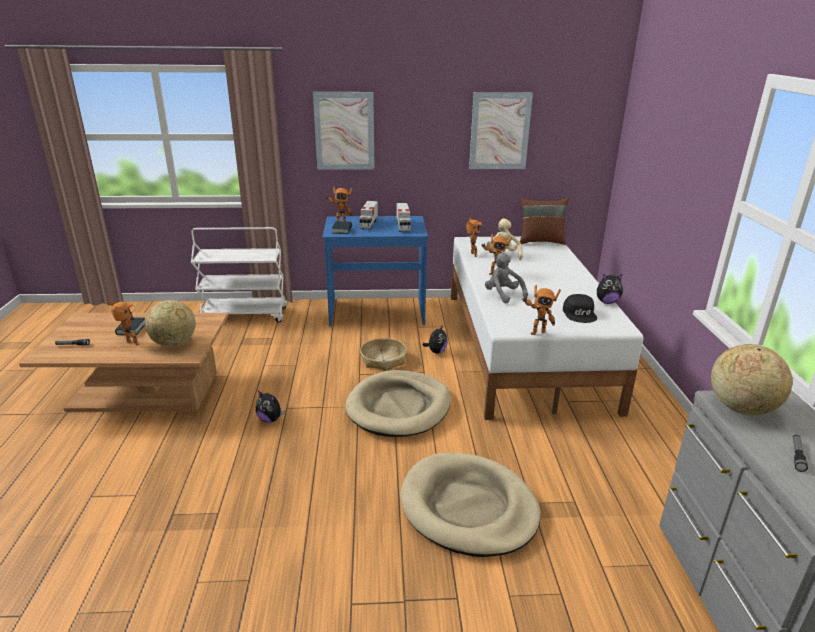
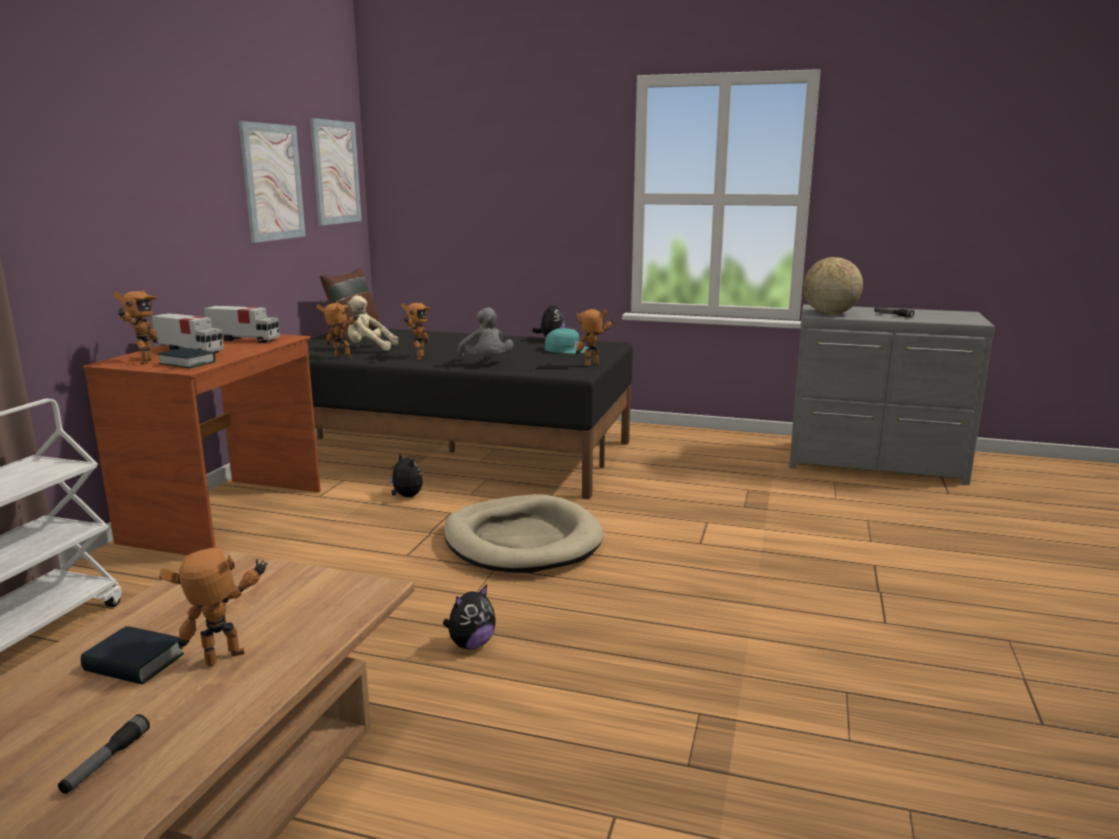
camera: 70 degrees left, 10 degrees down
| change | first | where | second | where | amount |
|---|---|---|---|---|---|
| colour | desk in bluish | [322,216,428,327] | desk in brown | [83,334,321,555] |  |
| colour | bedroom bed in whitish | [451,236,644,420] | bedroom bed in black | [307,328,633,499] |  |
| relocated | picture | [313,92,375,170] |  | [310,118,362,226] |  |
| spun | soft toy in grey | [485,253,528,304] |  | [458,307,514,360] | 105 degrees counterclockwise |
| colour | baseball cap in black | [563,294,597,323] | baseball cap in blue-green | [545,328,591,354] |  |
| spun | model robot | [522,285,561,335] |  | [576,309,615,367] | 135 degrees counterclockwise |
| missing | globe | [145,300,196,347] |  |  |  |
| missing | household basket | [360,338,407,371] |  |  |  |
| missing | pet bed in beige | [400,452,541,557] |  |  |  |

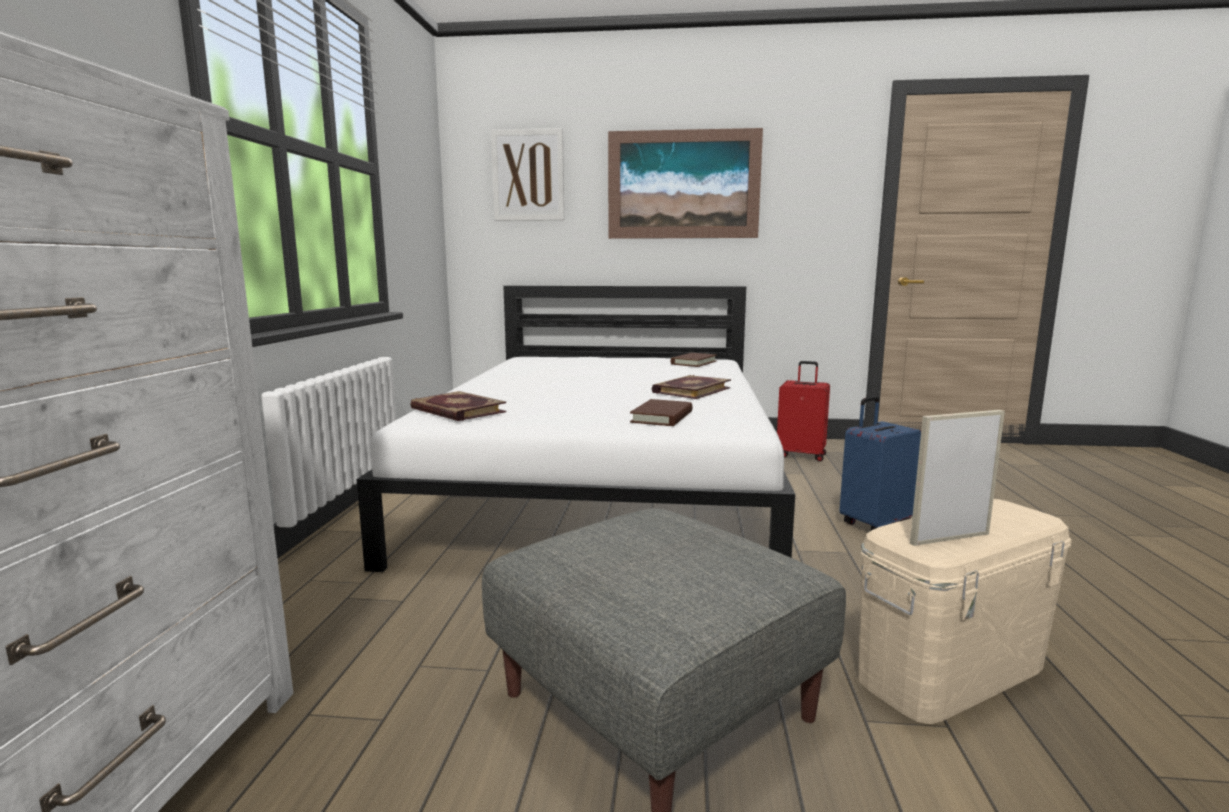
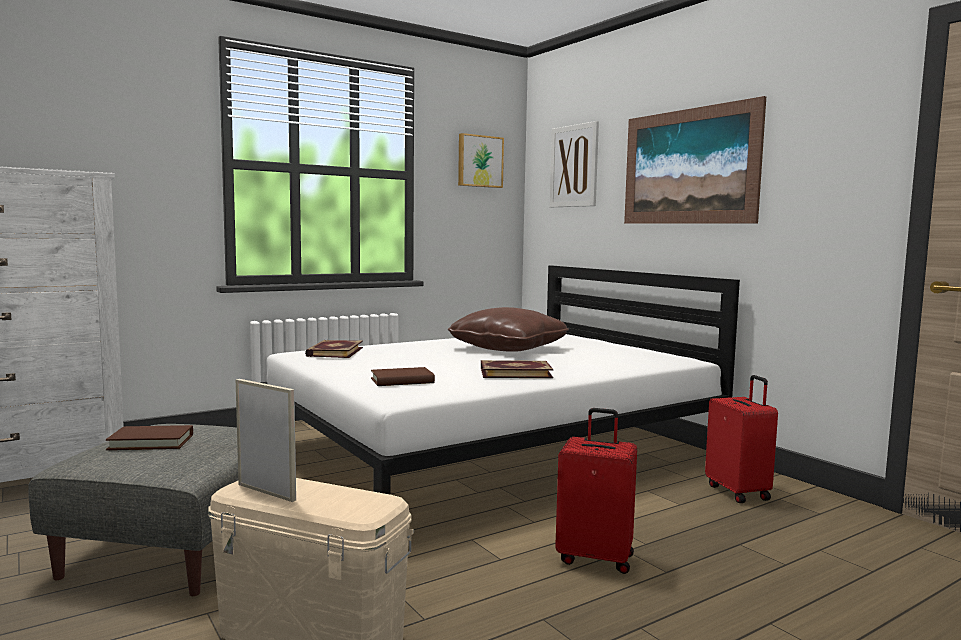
camera: 50 degrees right, 5 degrees down
| change | first | where | second | where | amount |
|---|---|---|---|---|---|
| relocated | bound book in brown | [671,353,717,367] |  | [106,425,193,450] |  |
| appeared |  |  | cushion in brown | [448,307,569,352] |  |
| appeared |  |  | picture | [458,133,504,188] |  |
| colour | piece of luggage in bluish | [839,396,921,531] | piece of luggage in red-coloured | [555,408,637,574] |  |

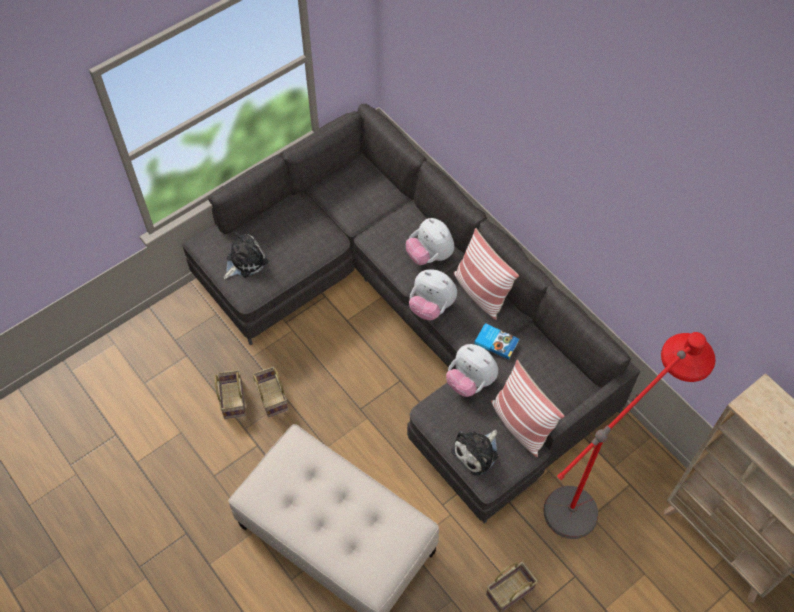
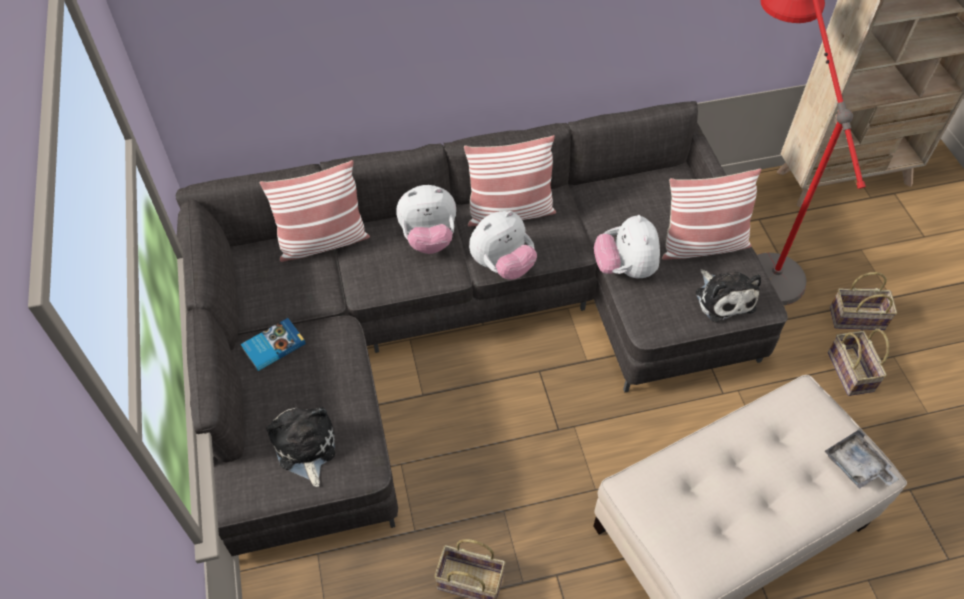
camera: 65 degrees left, 5 degrees down
| change | first | where | second | where | amount |
|---|---|---|---|---|---|
| relocated | bound book | [474,323,519,360] |  | [240,318,306,371] |  |
| appeared |  |  | cushion | [260,160,370,262] |  |
| spun | soft toy | [446,344,498,397] |  | [594,215,660,278] | 105 degrees clockwise |
| appeared |  |  | serving tray in grey | [825,429,899,489] |  |
| relocated | household basket | [252,367,288,417] |  | [830,272,897,330] |  |

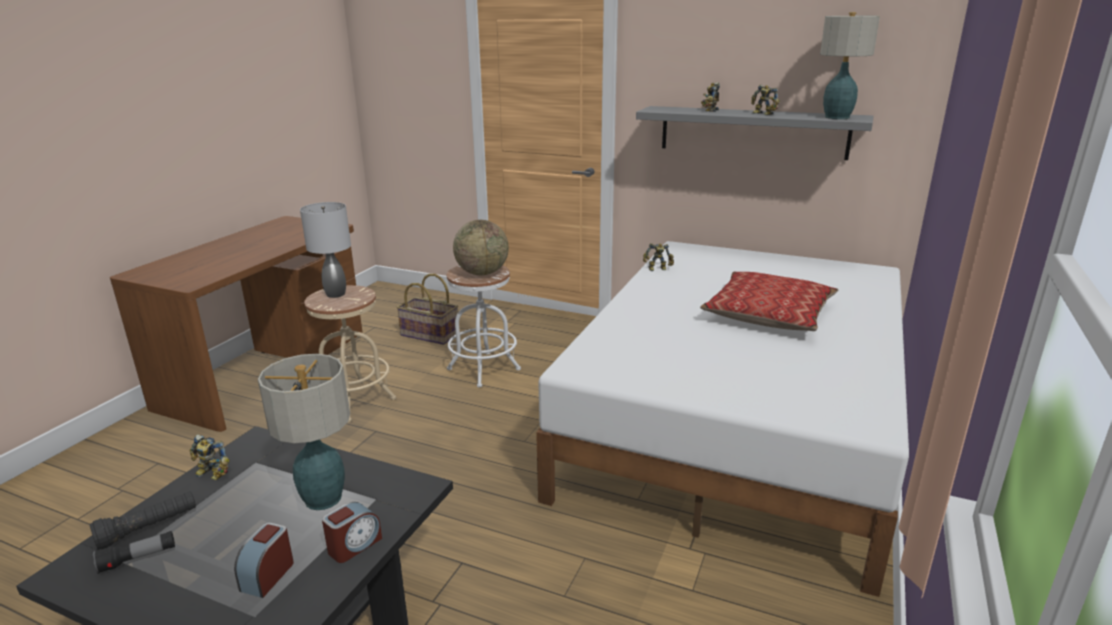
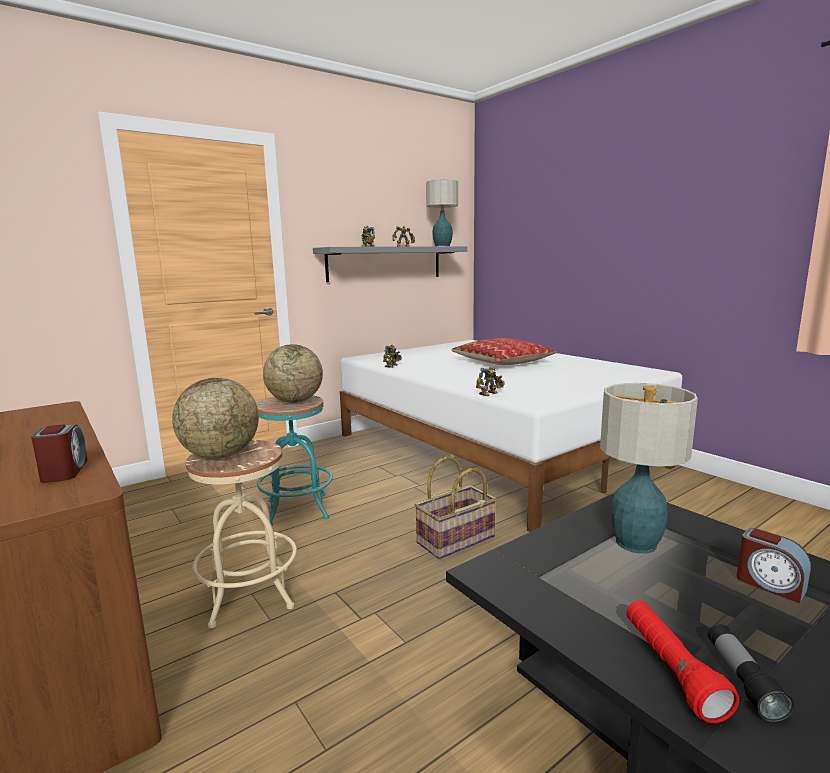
camera: 60 degrees left, 10 degrees down
| change | first | where | second | where | amount |
|---|---|---|---|---|---|
| relocated | bedside clock | [322,502,382,563] |  | [31,424,88,483] |  |
| exchanged | tabletop lamp in grey | [300,202,351,298] | globe | [172,378,259,459] |  |
| colour | stool seat in whitish | [447,265,521,387] | stool seat in blue-green | [256,395,333,526] |  |
| relocated | household basket | [396,274,458,345] |  | [415,456,497,559] |  |
| relocated | model robot | [190,434,230,480] |  | [476,366,505,396] |  |
| colour | torch in black | [90,491,196,550] | torch in red-coloured | [626,600,739,723] |  |

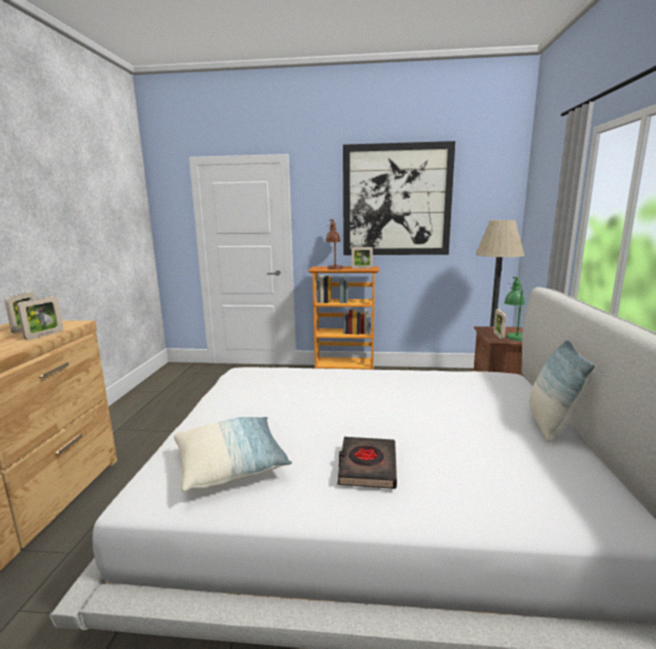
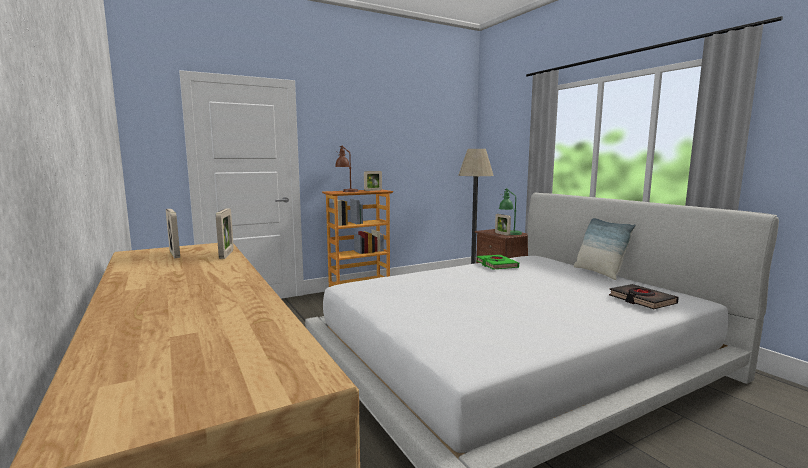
camera: 35 degrees left, 5 degrees down
| change | first | where | second | where | amount |
|---|---|---|---|---|---|
| appeared |  |  | bound book in green | [477,255,519,269] |  |
| relocated | bound book in black | [337,437,397,489] |  | [609,284,679,309] |  |
| missing | cushion | [174,417,292,492] |  |  |  |
| missing | picture | [343,141,455,255] |  |  |  |

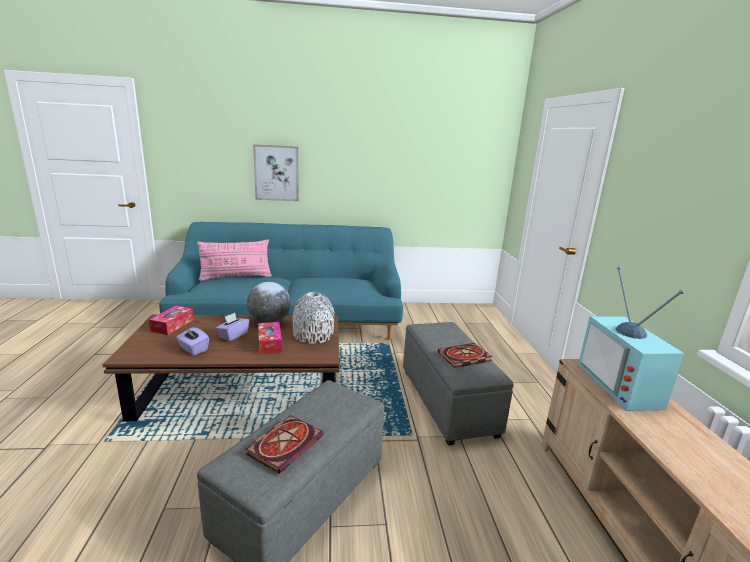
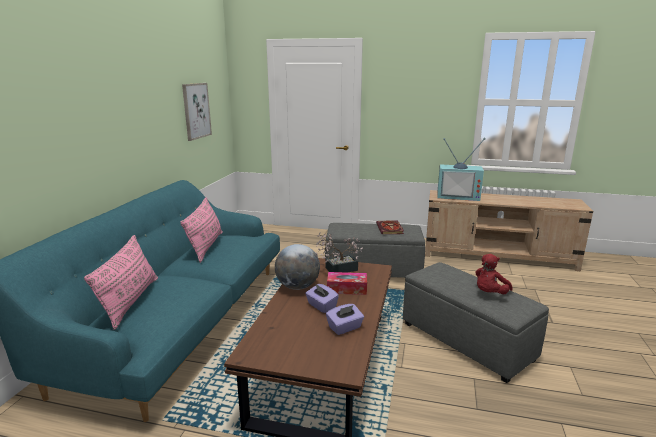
camera: 70 degrees left, 0 degrees up
| change | first | where | second | where | amount |
|---|---|---|---|---|---|
| appeared |  |  | cushion in pink-coloured | [180,197,223,263] |  |
| relocated | picture | [253,144,299,201] |  | [182,83,212,141] |  |
| exchanged | flower vase in grey | [292,292,335,344] | potted plant | [316,232,363,273] |  |
| exchanged | bound book | [246,415,324,474] | soft toy in red-coloured | [475,254,513,294] |  |
| missing | box of tissues | [149,305,194,335] |  |  |  |

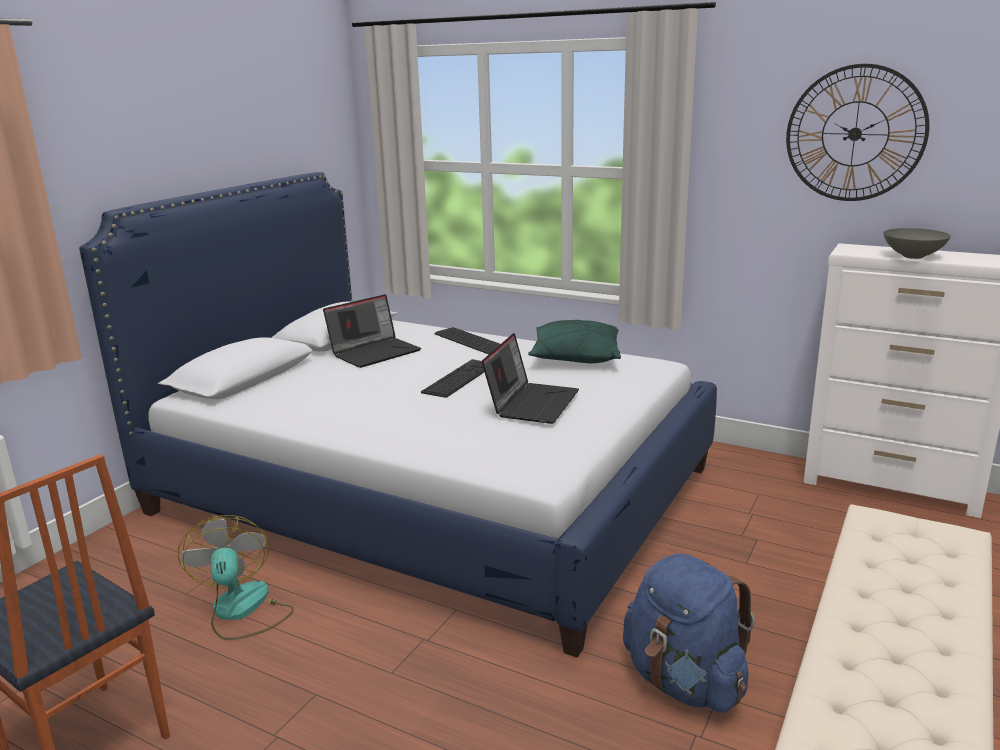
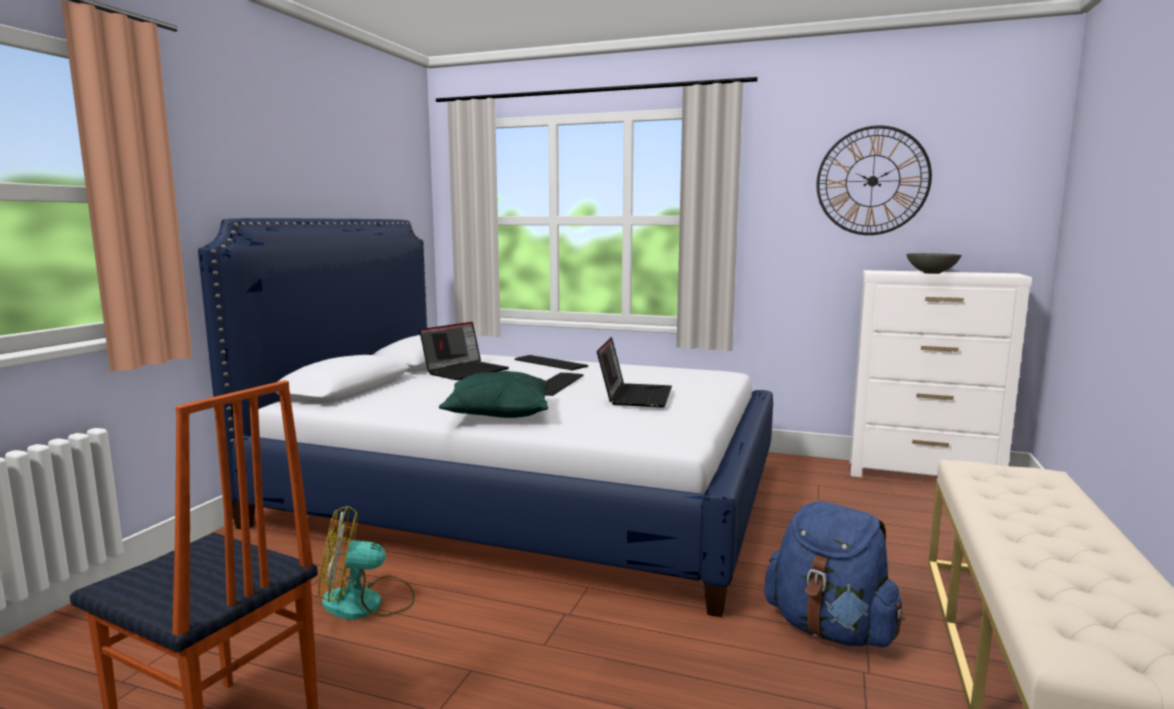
camera: 10 degrees left, 10 degrees down
| change | first | where | second | where | amount |
|---|---|---|---|---|---|
| spun | fan | [178,515,294,640] |  | [318,506,415,620] | 75 degrees counterclockwise |
| relocated | cushion in green | [528,320,621,363] |  | [439,371,548,418] |  |

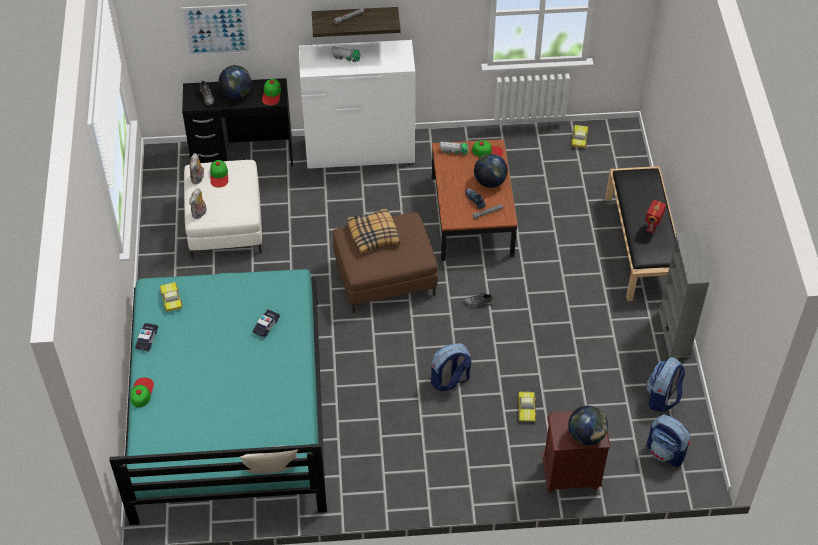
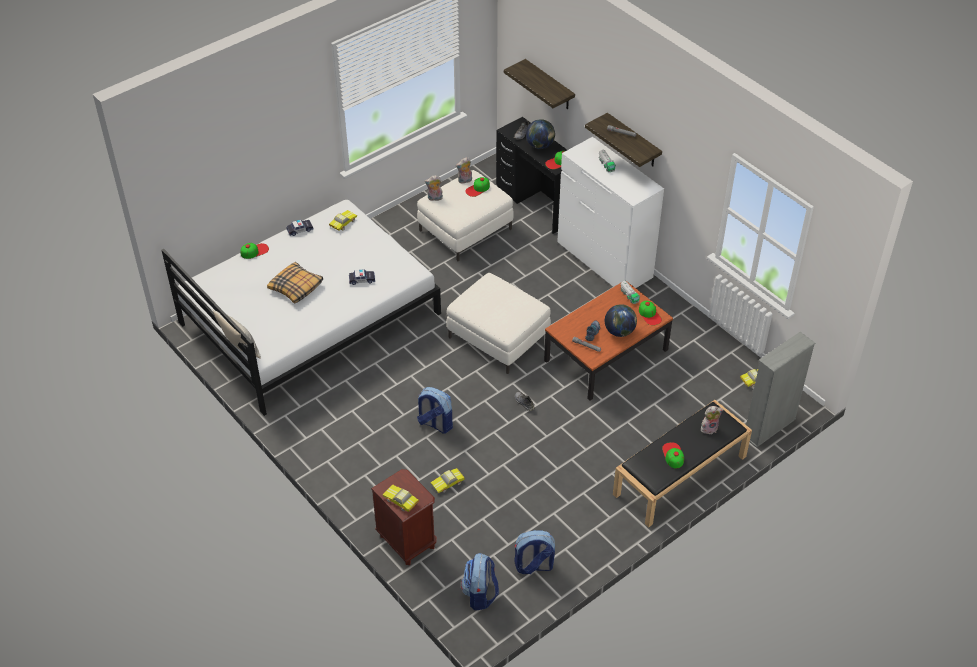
camera: 55 degrees right, 5 degrees down
| change | first | where | second | where | amount |
|---|---|---|---|---|---|
| colour | bedroom bed in blue-green | [109,269,327,525] | bedroom bed in whitish | [162,200,441,416] |  |
| relocated | cushion | [347,207,400,254] |  | [267,262,323,304] |  |
| exchanged | globe | [568,406,608,446] | model car | [382,485,419,512] |  |
| colour | pouffe in brown | [333,212,438,313] | pouffe in whitish | [447,273,551,374] |  |
| exchanged | picture | [181,4,252,56] | wall shelf | [504,59,575,109] |  |
| exchanged | model robot | [645,200,666,233] | baseball cap | [662,442,684,468] |  |
| appeared |  |  | soft toy | [701,406,724,435] |  |
| relocated | bookcase in grey | [658,232,710,358] |  | [746,332,815,448] |  |

